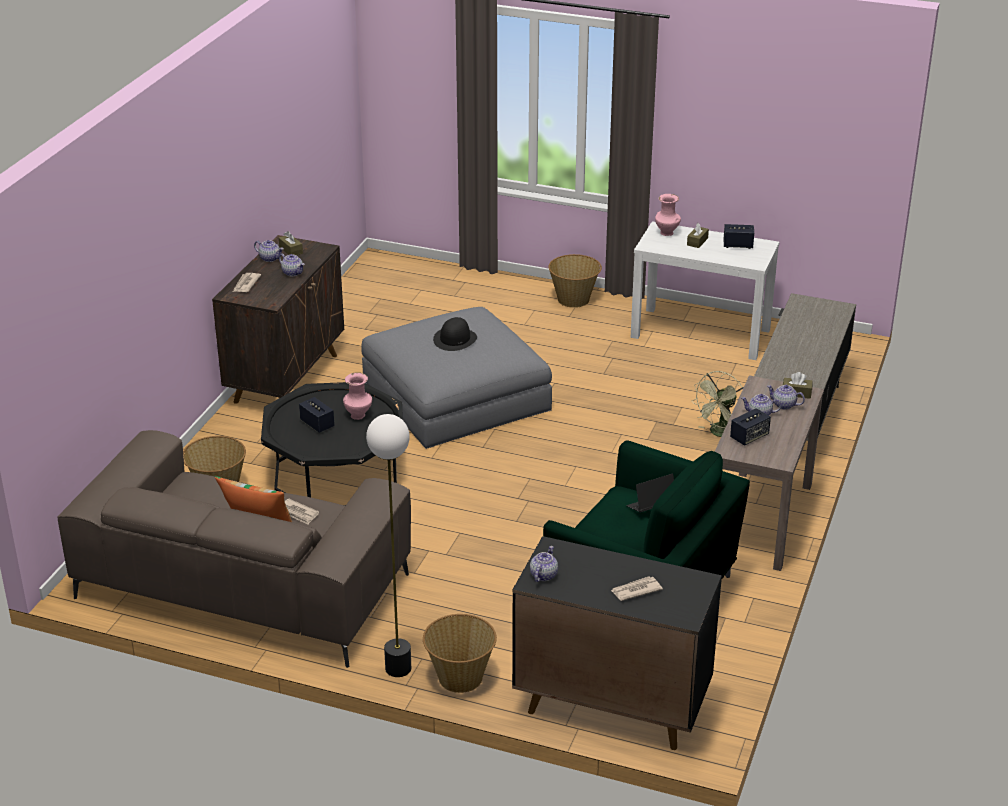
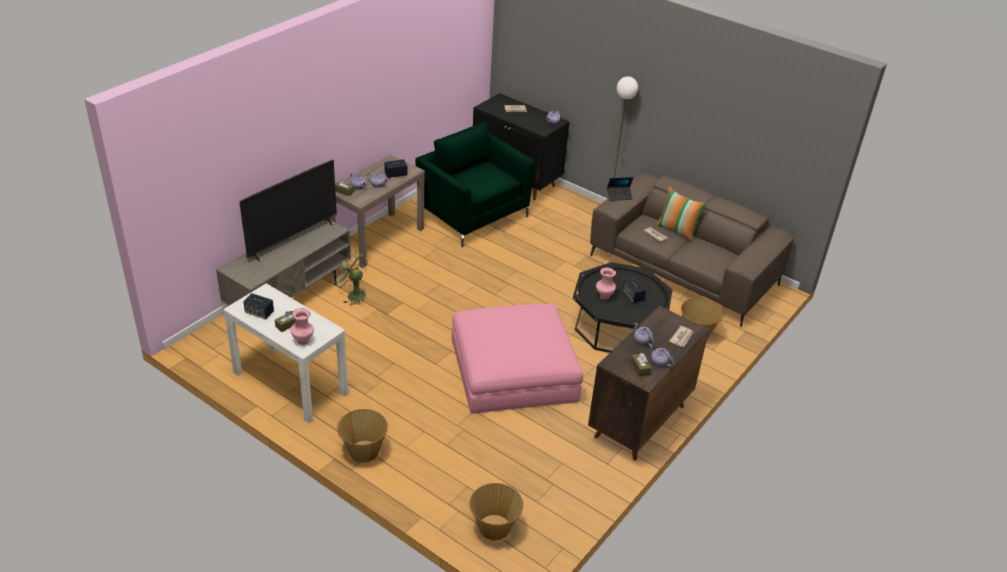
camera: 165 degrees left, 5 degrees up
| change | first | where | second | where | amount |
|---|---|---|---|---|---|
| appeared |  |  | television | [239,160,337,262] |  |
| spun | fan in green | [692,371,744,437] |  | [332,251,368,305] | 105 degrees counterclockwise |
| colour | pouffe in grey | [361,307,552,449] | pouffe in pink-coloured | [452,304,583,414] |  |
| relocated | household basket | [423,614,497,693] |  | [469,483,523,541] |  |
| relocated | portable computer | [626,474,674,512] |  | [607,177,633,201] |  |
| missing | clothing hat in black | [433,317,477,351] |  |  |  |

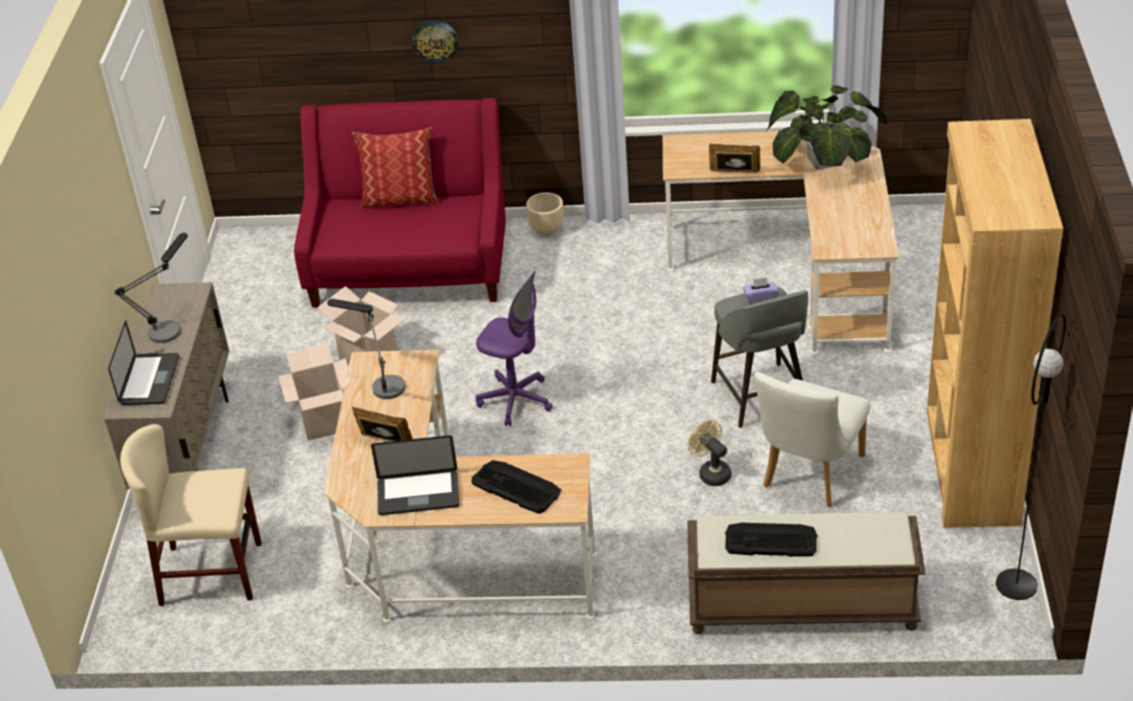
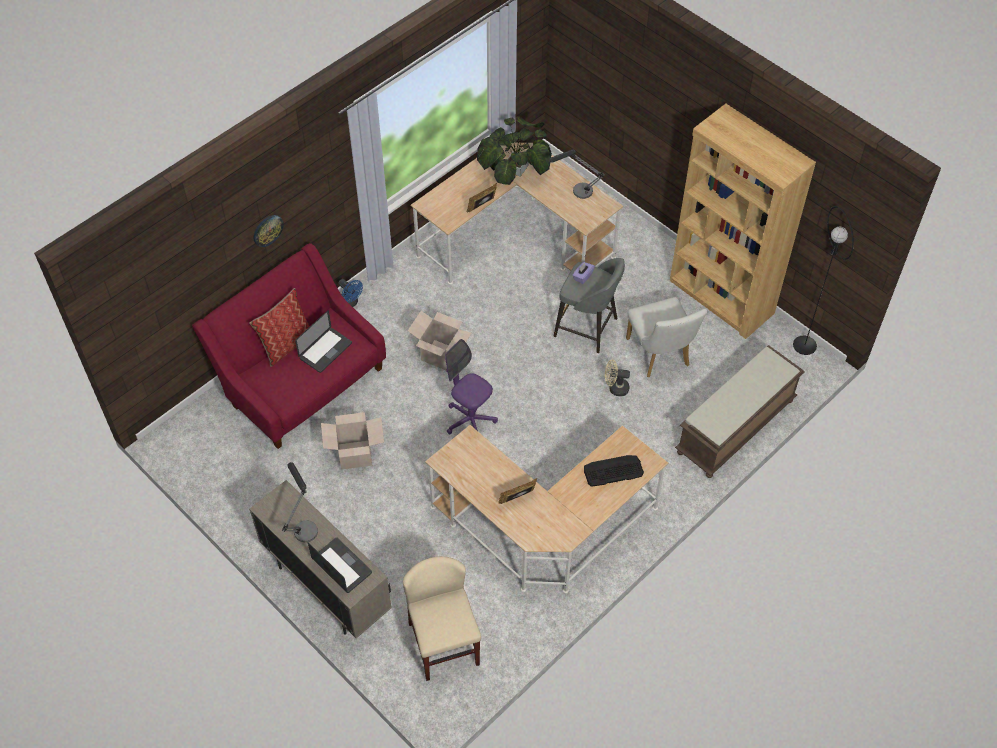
camera: 50 degrees left, 15 degrees up
| change | first | where | second | where | amount |
|---|---|---|---|---|---|
| relocated | portable computer | [371,435,459,515] |  | [295,310,352,373] |  |
| exchanged | flower pot in beige | [526,192,564,236] | fan in bluish | [339,279,363,307] |  |
| spun | plain chair in beige | [120,424,262,606] |  | [403,556,481,681] | 120 degrees clockwise |
| relocated | carton | [278,344,349,441] |  | [408,311,471,370] |  |
| spun | desk chair in purple-coloured | [476,271,553,426] |  | [445,339,498,434] | 120 degrees counterclockwise |
| relocated | tabletop lamp | [327,299,405,399] |  | [549,149,605,199] |  |
| missing | computer keyboard | [725,522,817,557] |  |  |  |

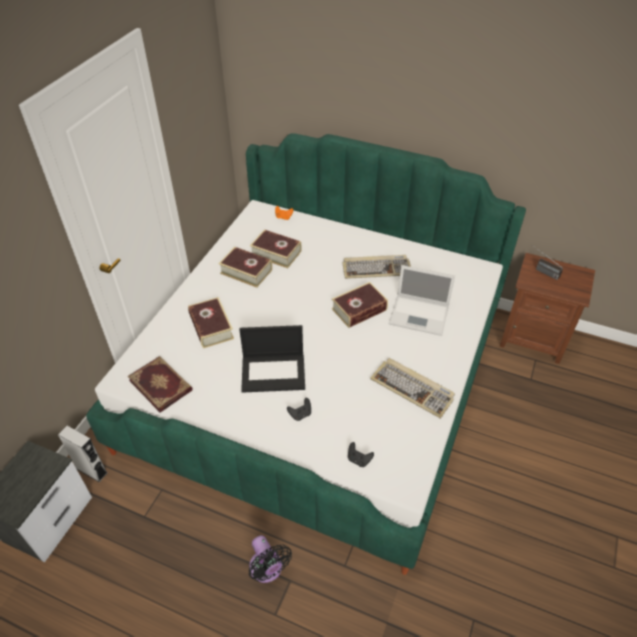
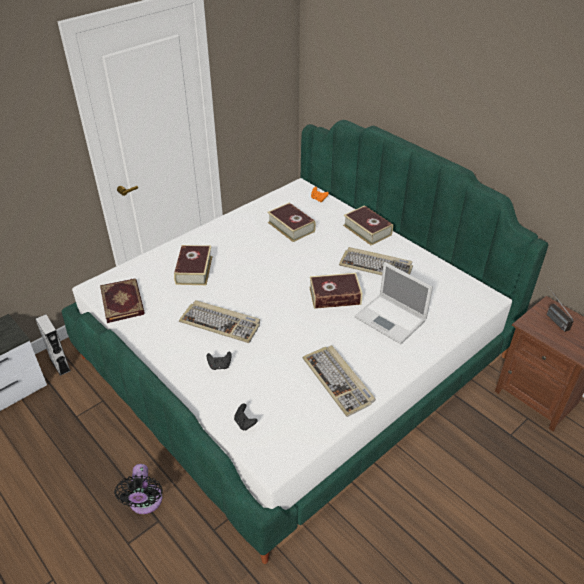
camera: 25 degrees right, 5 degrees down
| change | first | where | second | where | amount |
|---|---|---|---|---|---|
| exchanged | portable computer | [239,325,305,393] | computer keyboard | [179,300,260,343] |  |
| relocated | bound book | [219,247,272,288] |  | [343,205,393,245] |  |

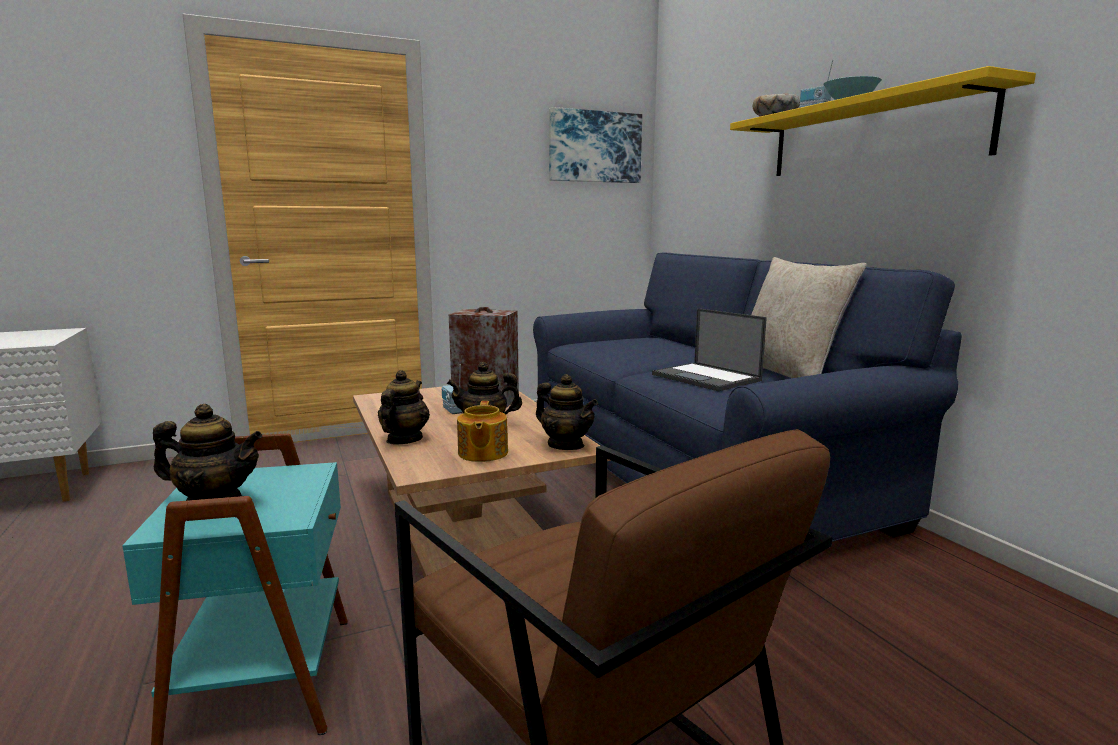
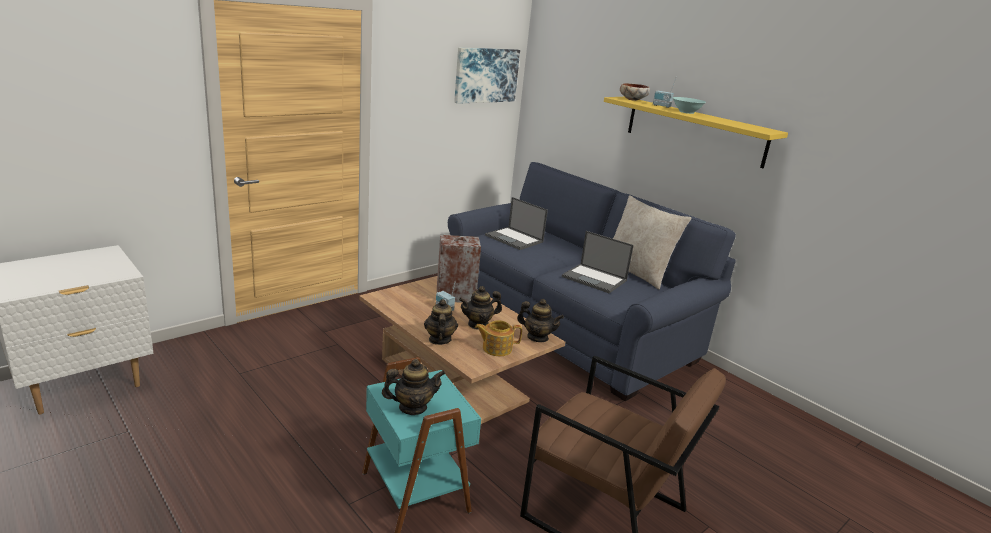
camera: 20 degrees left, 10 degrees up
| change | first | where | second | where | amount |
|---|---|---|---|---|---|
| spun | pot for tea | [457,401,508,462] |  | [475,320,522,356] | 105 degrees clockwise |
| appeared |  |  | portable computer | [485,197,548,250] |  |

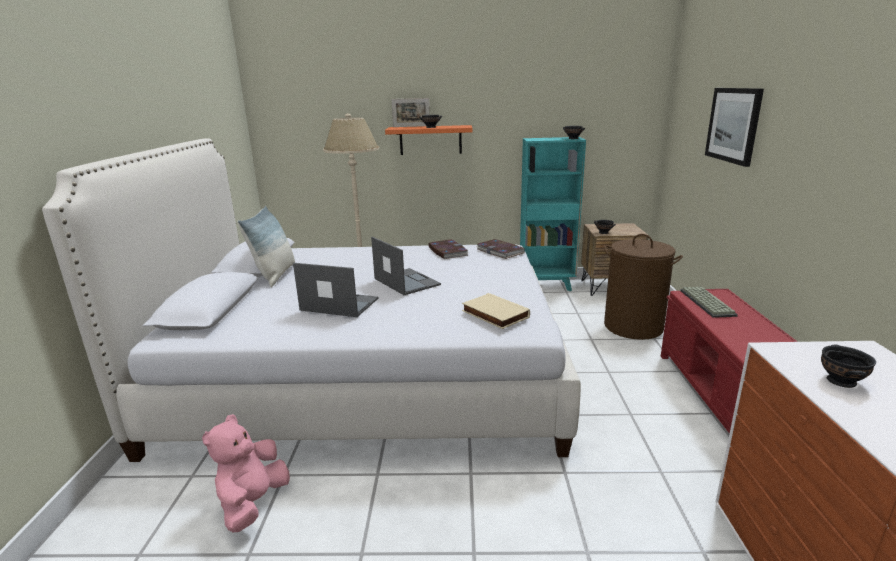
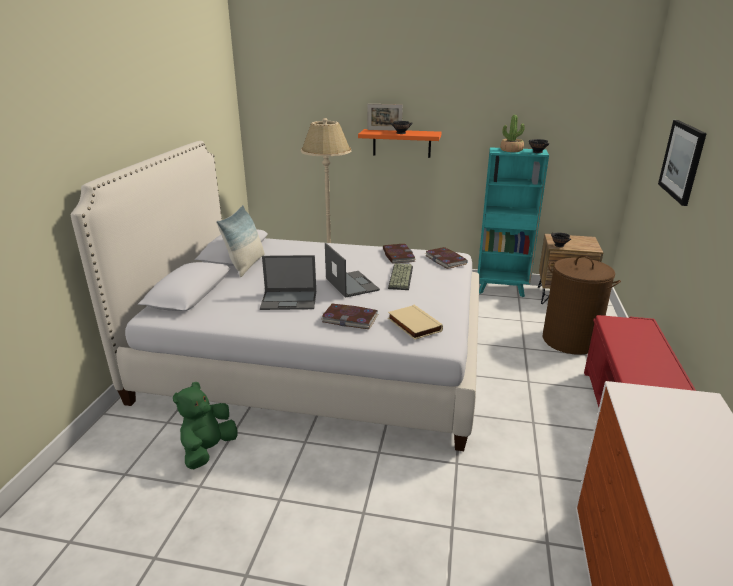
camera: 10 degrees right, 5 degrees up
| change | first | where | second | where | amount |
|---|---|---|---|---|---|
| colour | soft toy in pink-coloured | [202,414,290,532] | soft toy in green | [173,382,238,469] |  |
| spun | portable computer | [293,263,378,317] |  | [260,255,316,310] | 150 degrees clockwise |
| appeared |  |  | bound book | [321,304,378,329] |  |
| relocated | computer keyboard | [680,287,738,318] |  | [388,263,413,290] |  |
| appeared |  |  | potted plant | [500,115,525,152] |  |
| missing | deep dish in black | [821,344,876,388] |  |  |  |

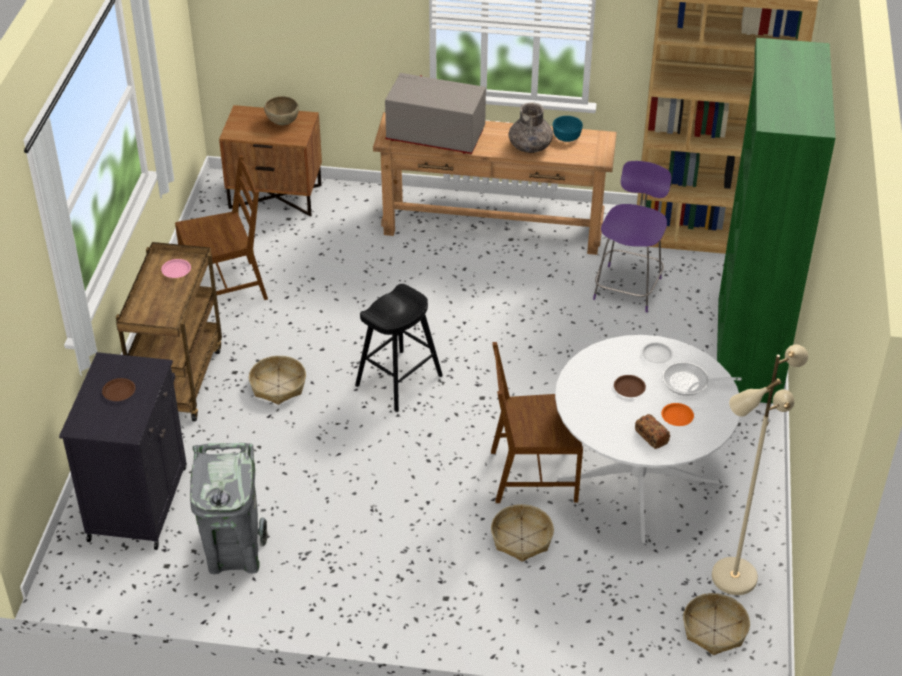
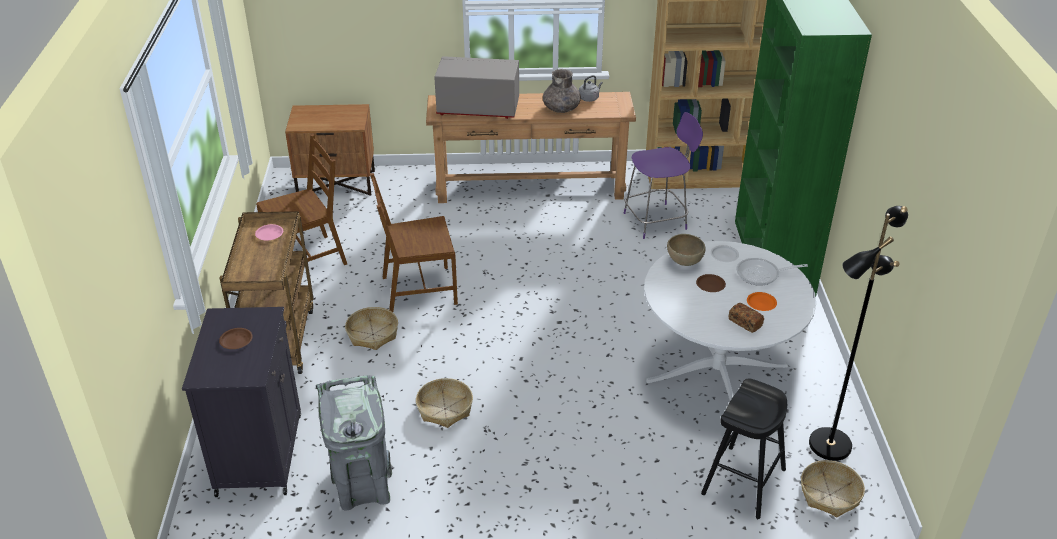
camera: 10 degrees left, 5 degrees down
| change | first | where | second | where | amount |
|---|---|---|---|---|---|
| relocated | plain chair in brown | [491,342,583,503] |  | [370,173,458,312] |  |
| relocated | household basket | [491,504,554,562] |  | [416,378,473,428] |  |
| exchanged | deep dish in blue-green | [553,116,583,142] | tea kettle in grey | [579,75,603,102] |  |
| spun | plain chair in purple-coloured | [593,161,672,312] |  | [624,112,703,239] | 60 degrees clockwise |
| relocated | deep dish in brown | [264,96,299,125] |  | [667,234,706,266] |  |
| relocated | stool seat in black | [355,284,443,412] |  | [701,378,787,519] |  |
| colour | floor lamp in beige | [712,345,808,595] | floor lamp in black | [809,206,908,461] |  |

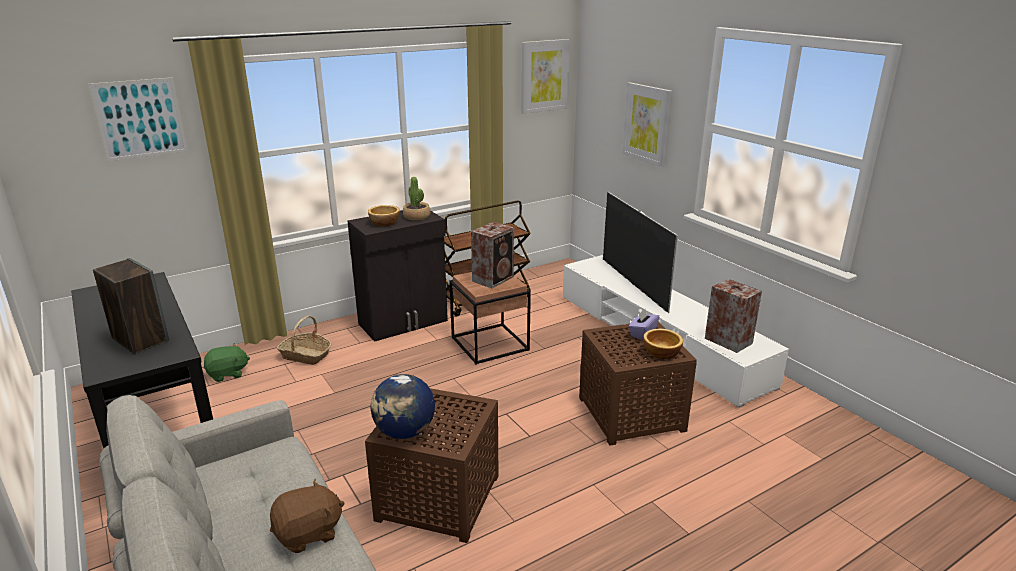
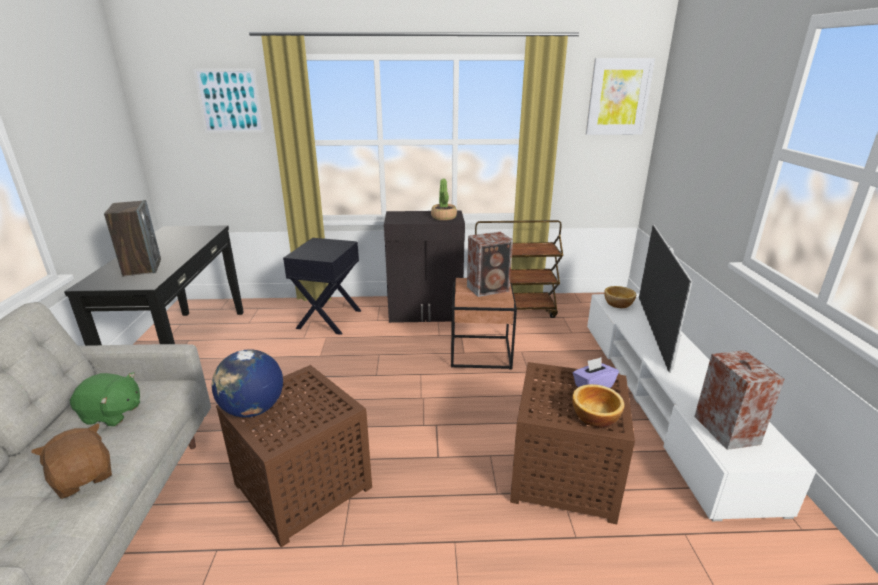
camera: 30 degrees right, 0 degrees up
| change | first | where | second | where | amount |
|---|---|---|---|---|---|
| spun | soft toy in brown | [270,479,344,553] |  | [31,423,112,499] | 135 degrees counterclockwise |
| relocated | soft toy in green | [203,343,250,382] |  | [70,372,140,426] |  |
| exchanged | household basket | [277,315,331,365] | side table in black | [283,238,361,335] |  |
| relocated | deep dish | [368,205,400,226] |  | [604,286,636,308] |  |
| missing | picture | [622,82,672,167] |  |  |  |

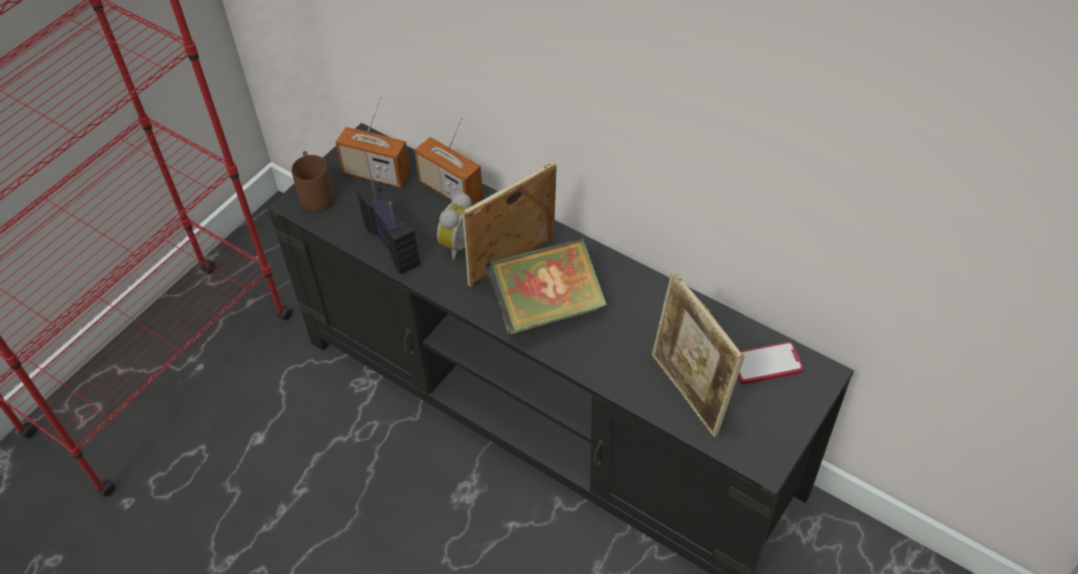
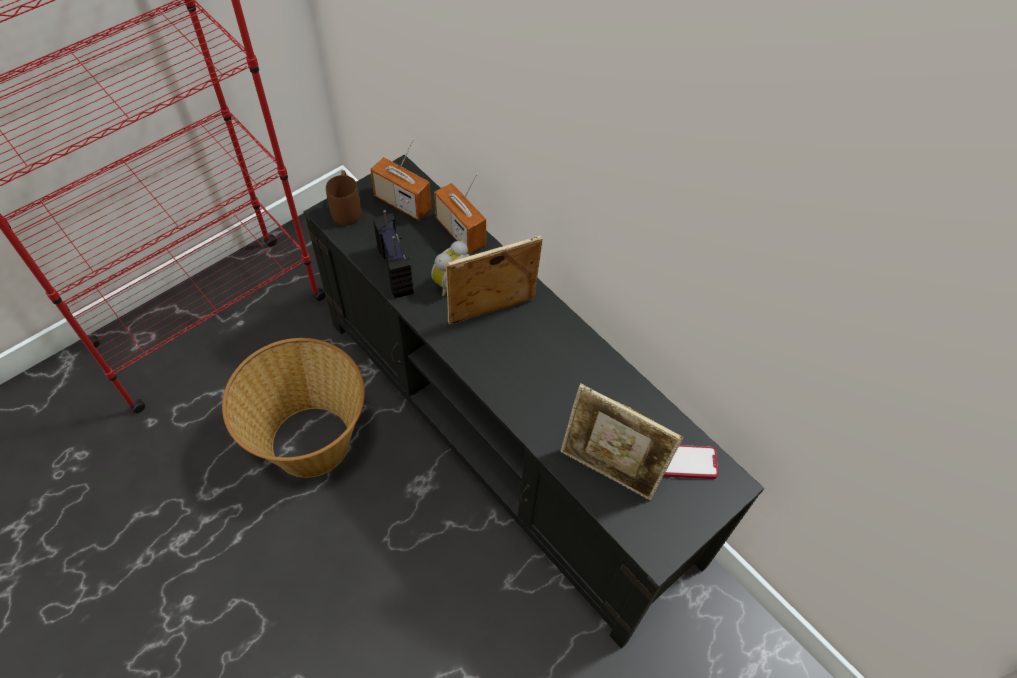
camera: 10 degrees right, 5 degrees up
| change | first | where | second | where | amount |
|---|---|---|---|---|---|
| appeared |  |  | household basket | [222,338,365,478] |  |
| spun | standing frame | [652,271,744,437] |  | [560,384,683,500] | 45 degrees counterclockwise |
| missing | bound book | [485,238,607,336] |  |  |  |

